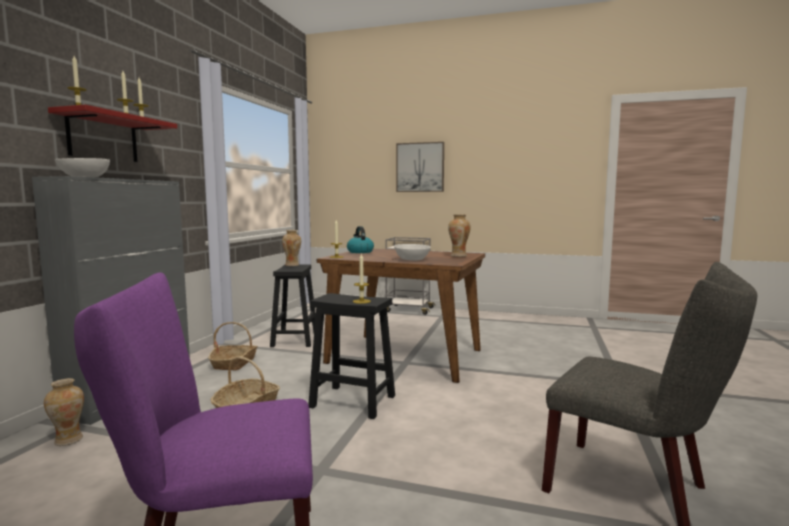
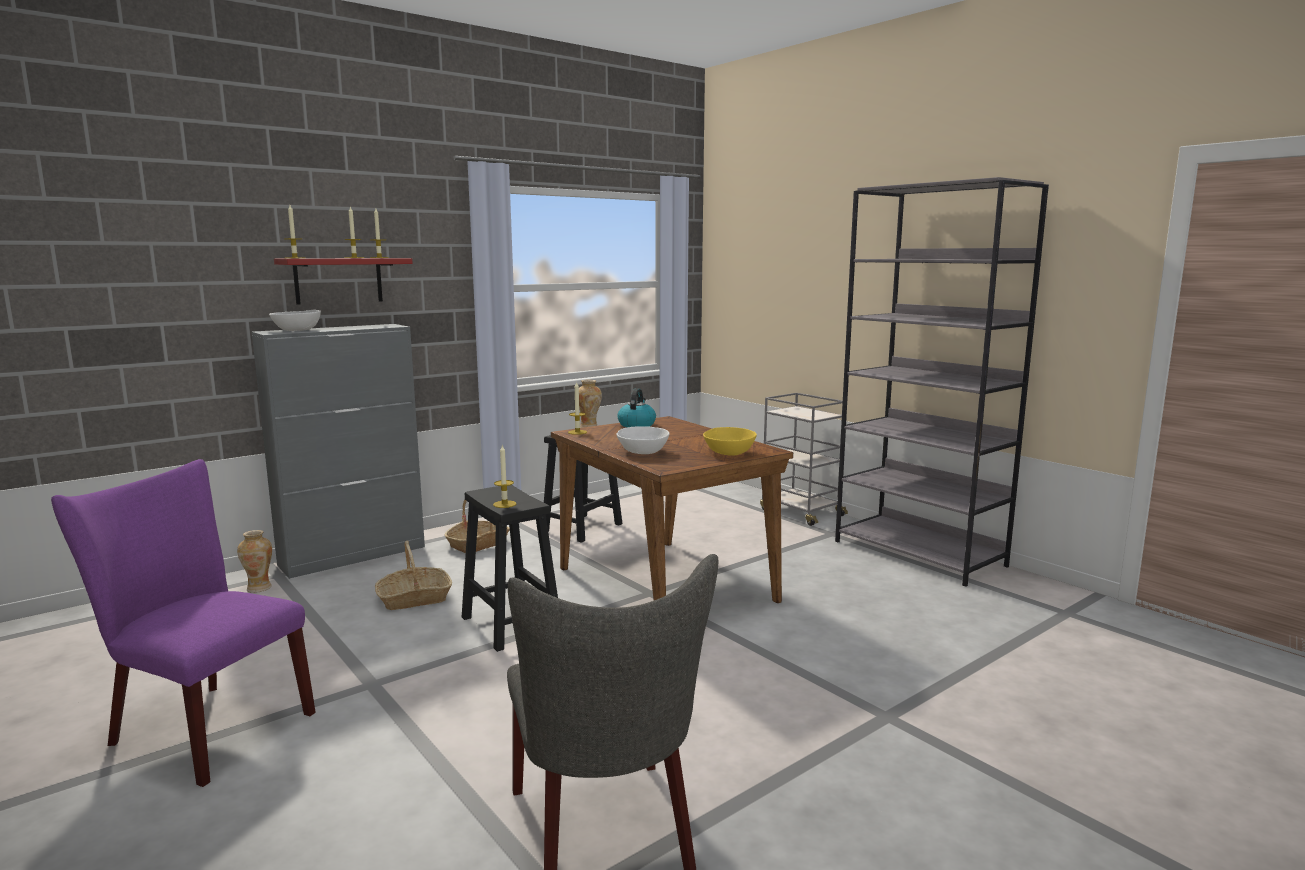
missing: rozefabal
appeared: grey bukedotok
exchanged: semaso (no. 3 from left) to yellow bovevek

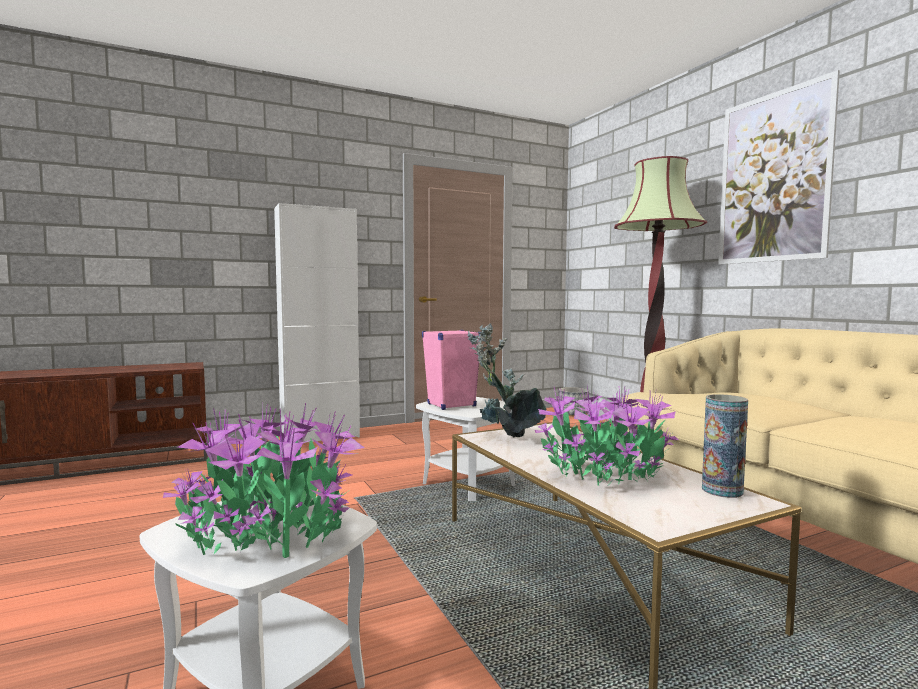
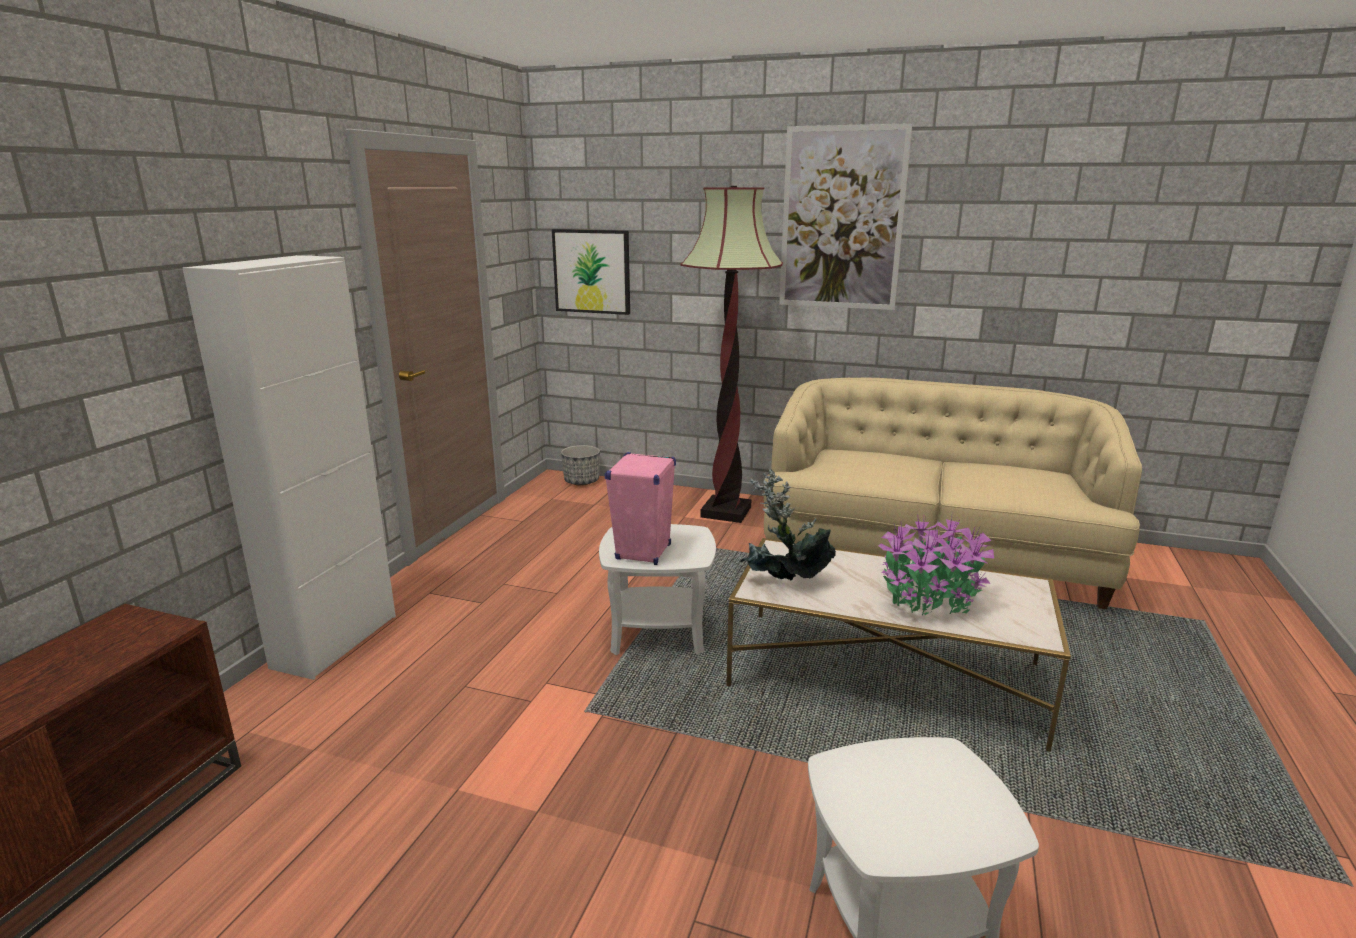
missing: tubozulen (no. 1 from left); semaso
appeared: rozefabal (no. 1 from left)

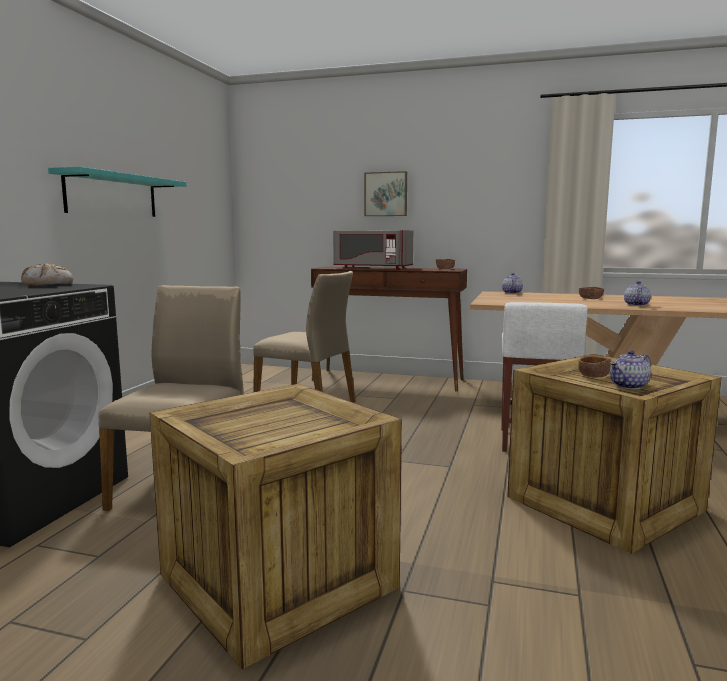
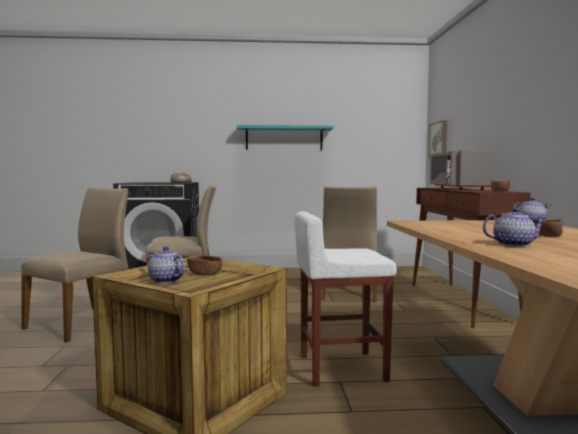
relocated: rozefabal
exchanged: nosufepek (no. 1 from left) to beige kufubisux (no. 1 from left)

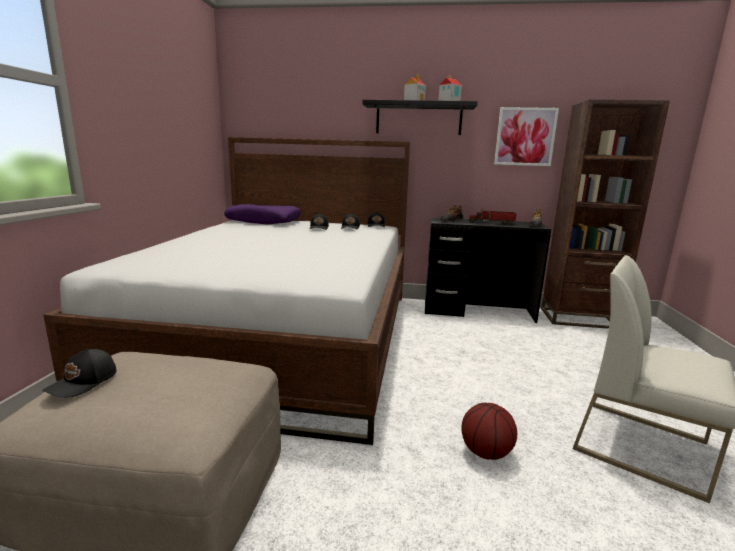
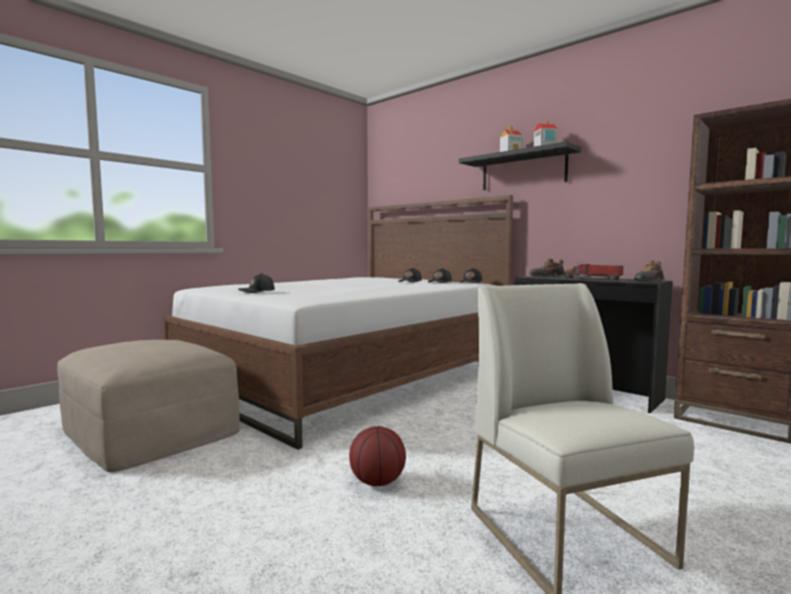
missing: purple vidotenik; rozefabal
relocated: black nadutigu (no. 1 from left)

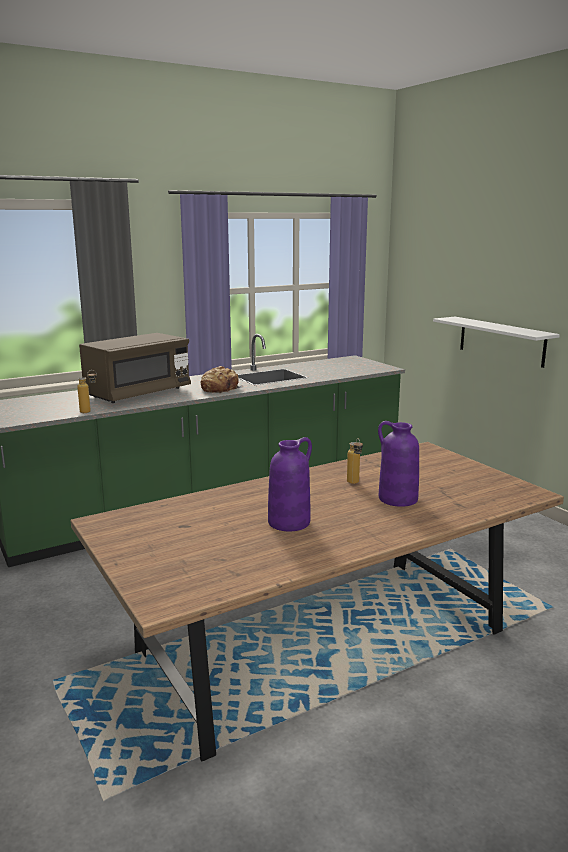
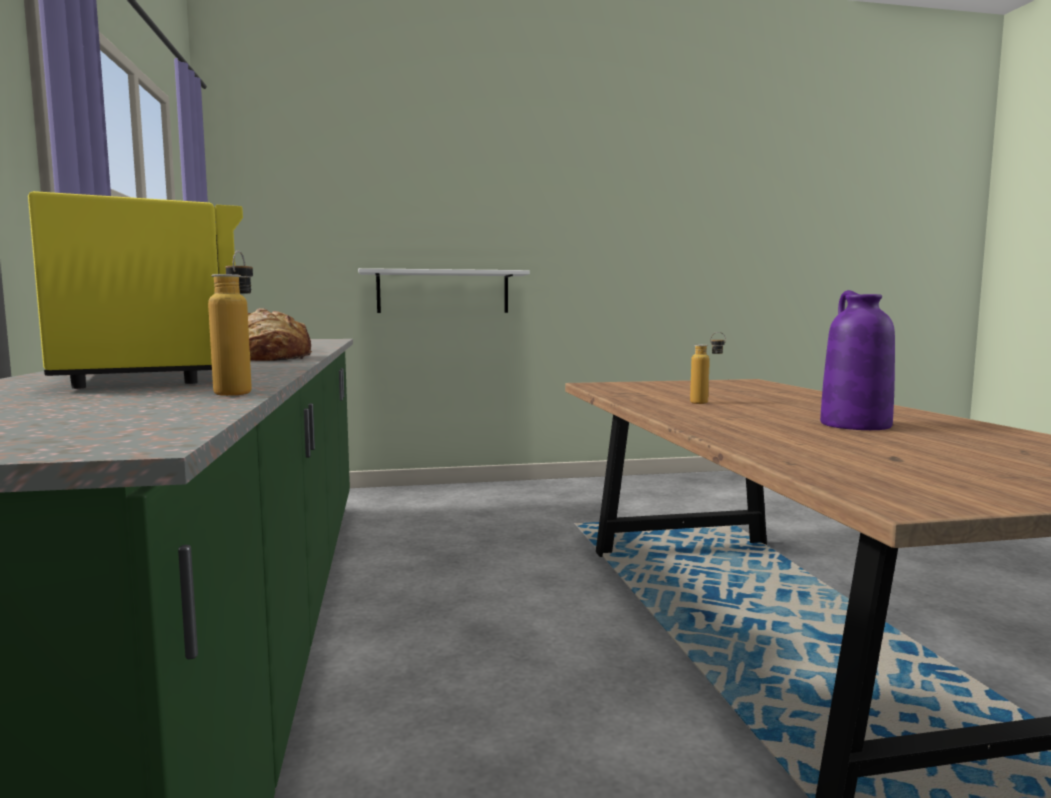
missing: purple semaso (no. 2 from left)
colour: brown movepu to yellow movepu

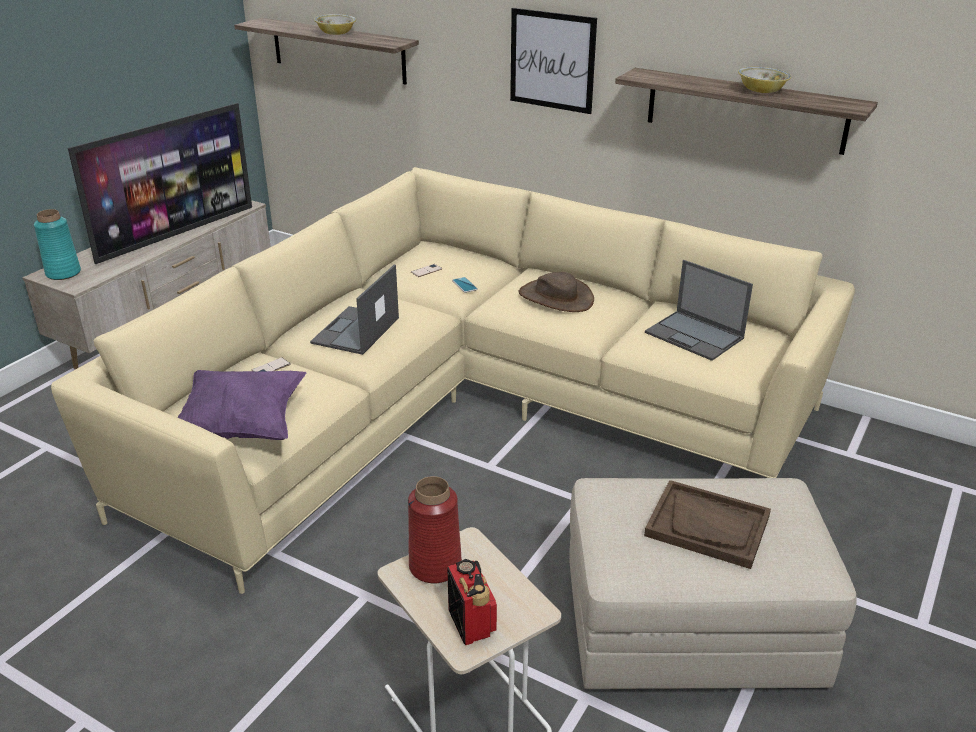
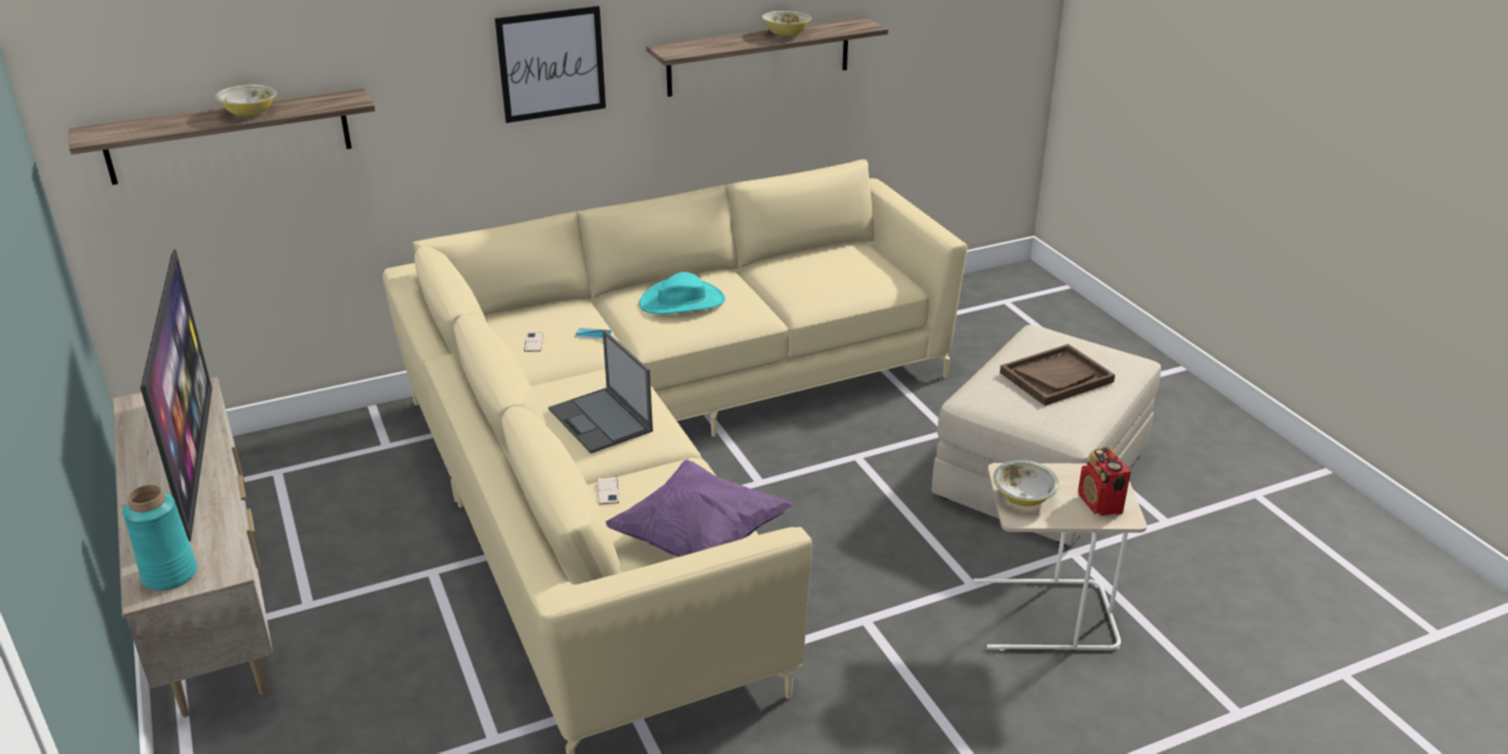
missing: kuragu (no. 2 from left)
exchanged: red semaso to bovevek (no. 3 from left)
colour: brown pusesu to turquoise pusesu
spun: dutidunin 120 degrees counterclockwise

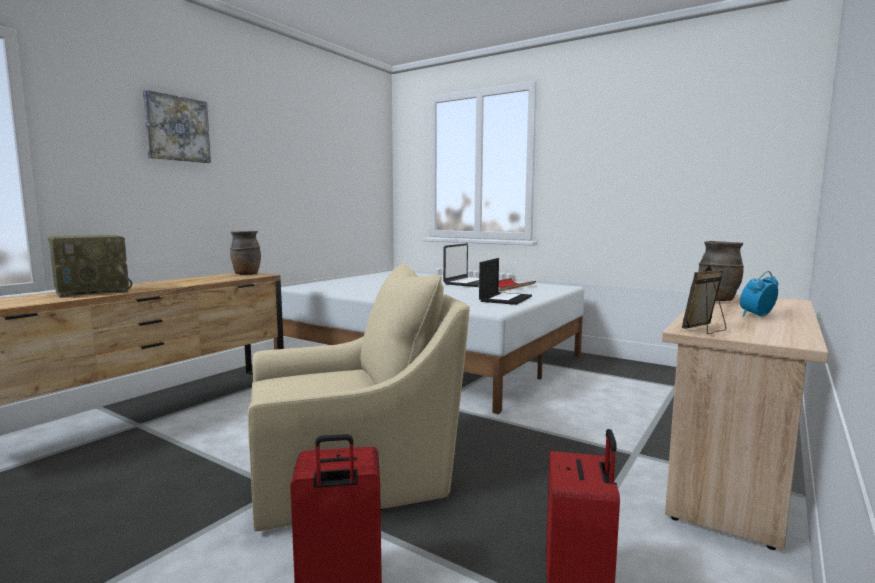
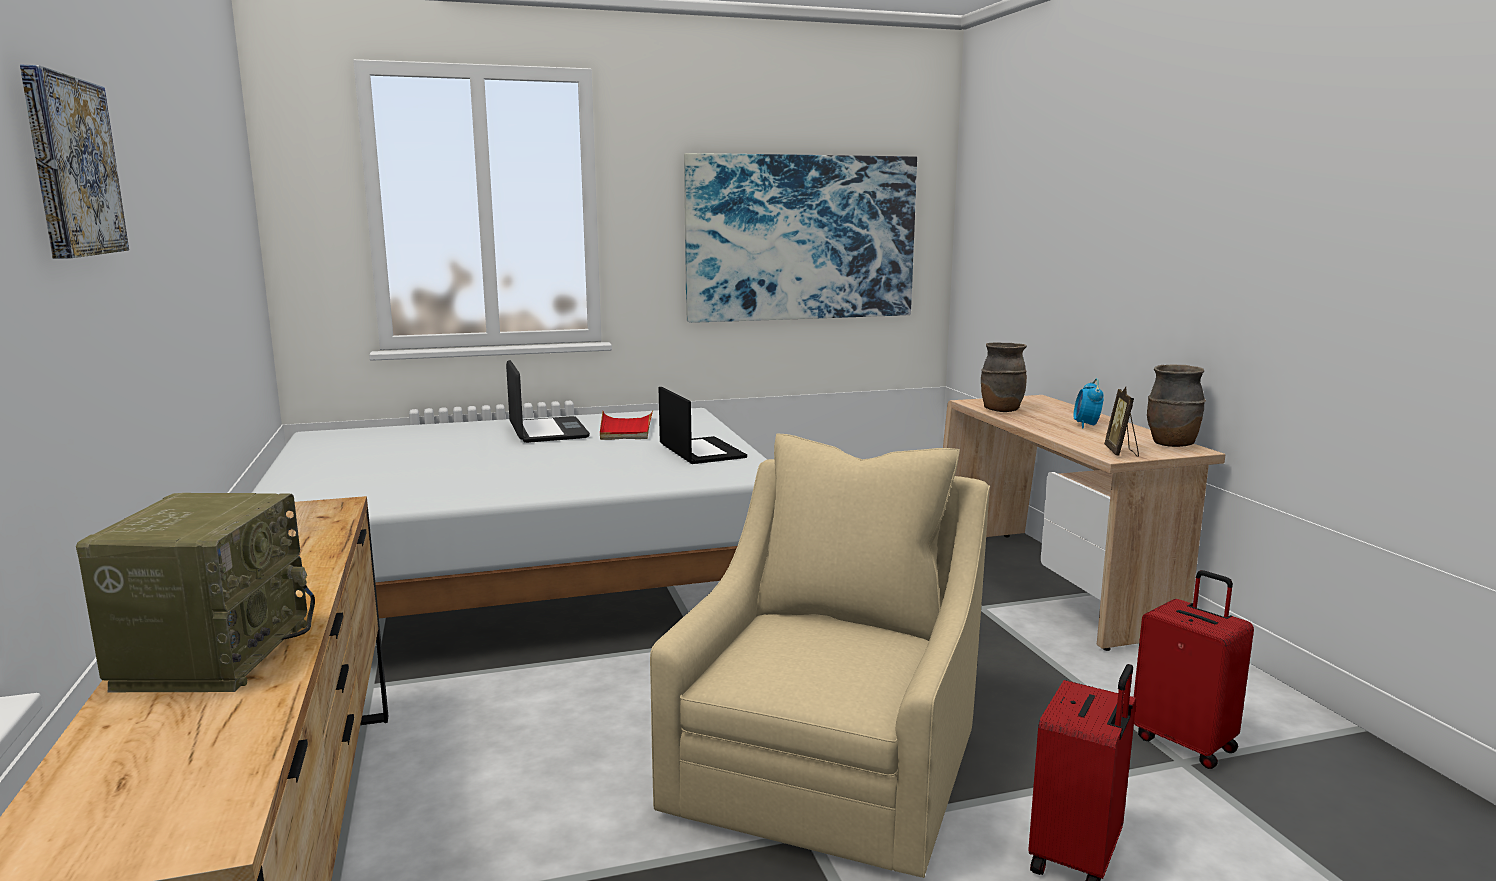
appeared: rozefabal (no. 2 from left)
relocated: brown semaso (no. 1 from left in the first image) to brown semaso (no. 2 from left)

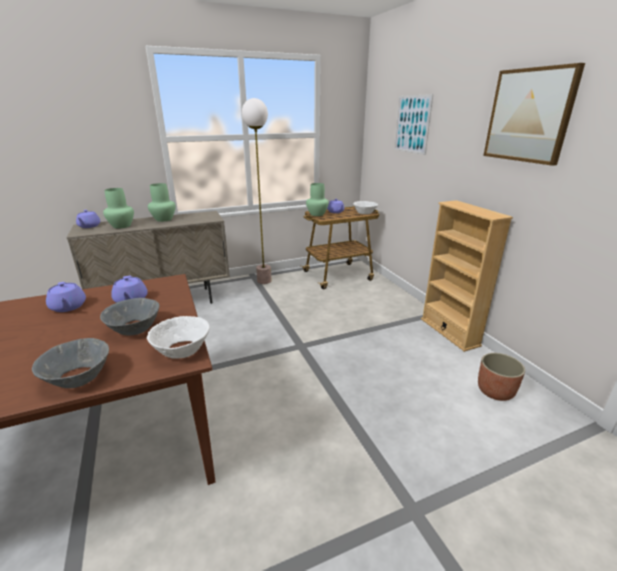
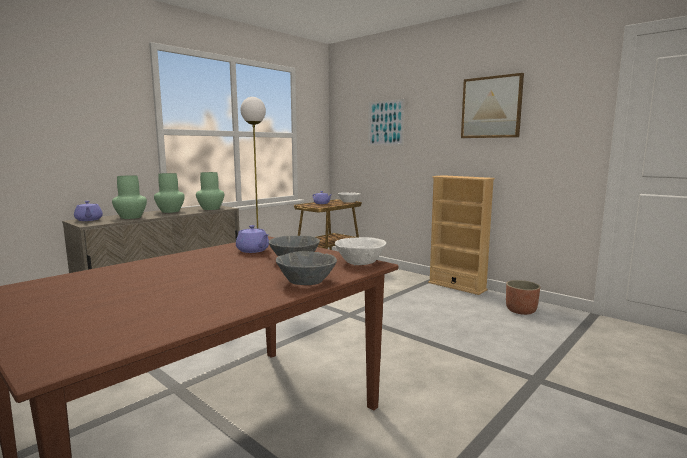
missing: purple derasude (no. 1 from left)
relocated: green semaso (no. 3 from left)

